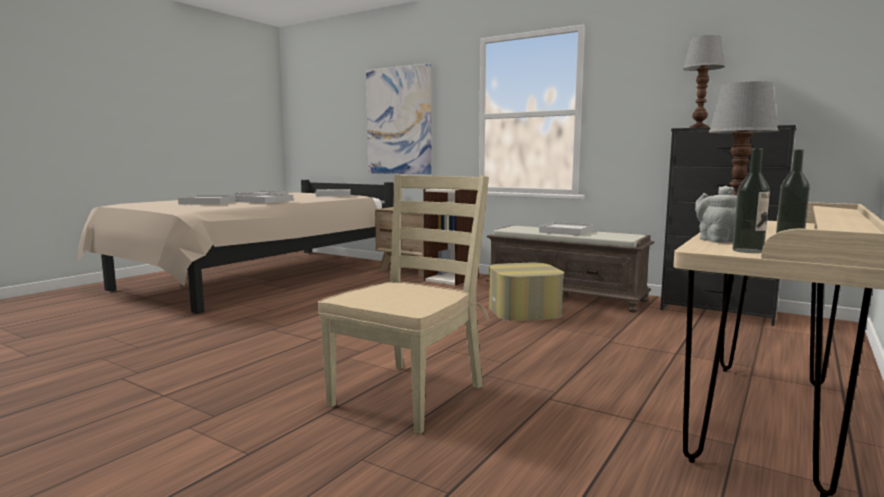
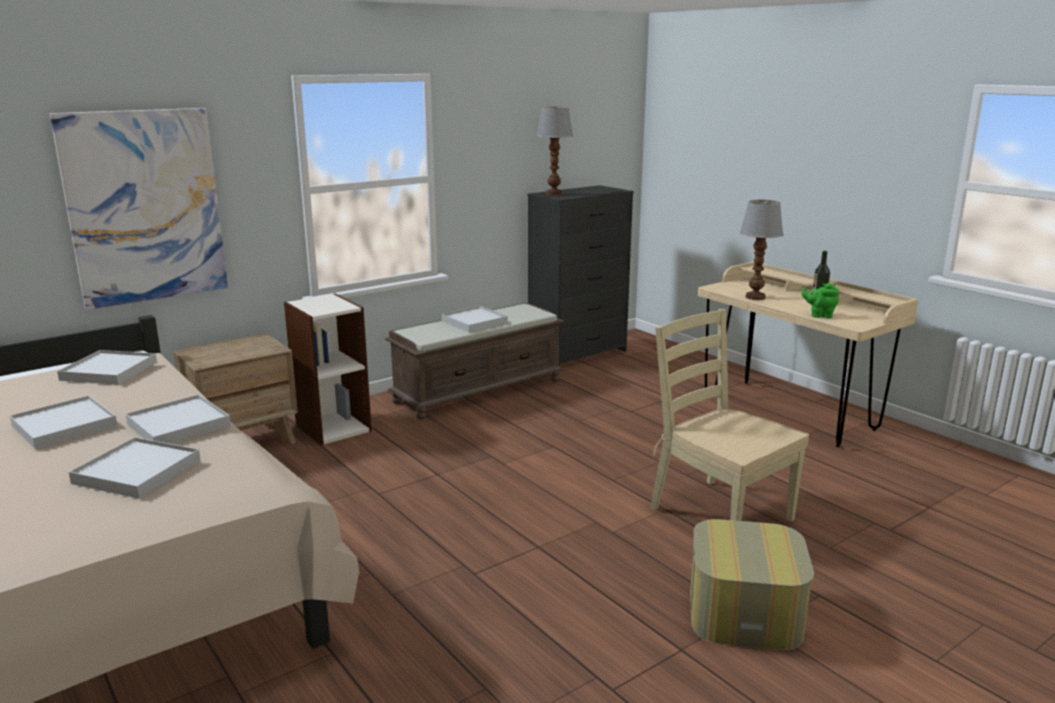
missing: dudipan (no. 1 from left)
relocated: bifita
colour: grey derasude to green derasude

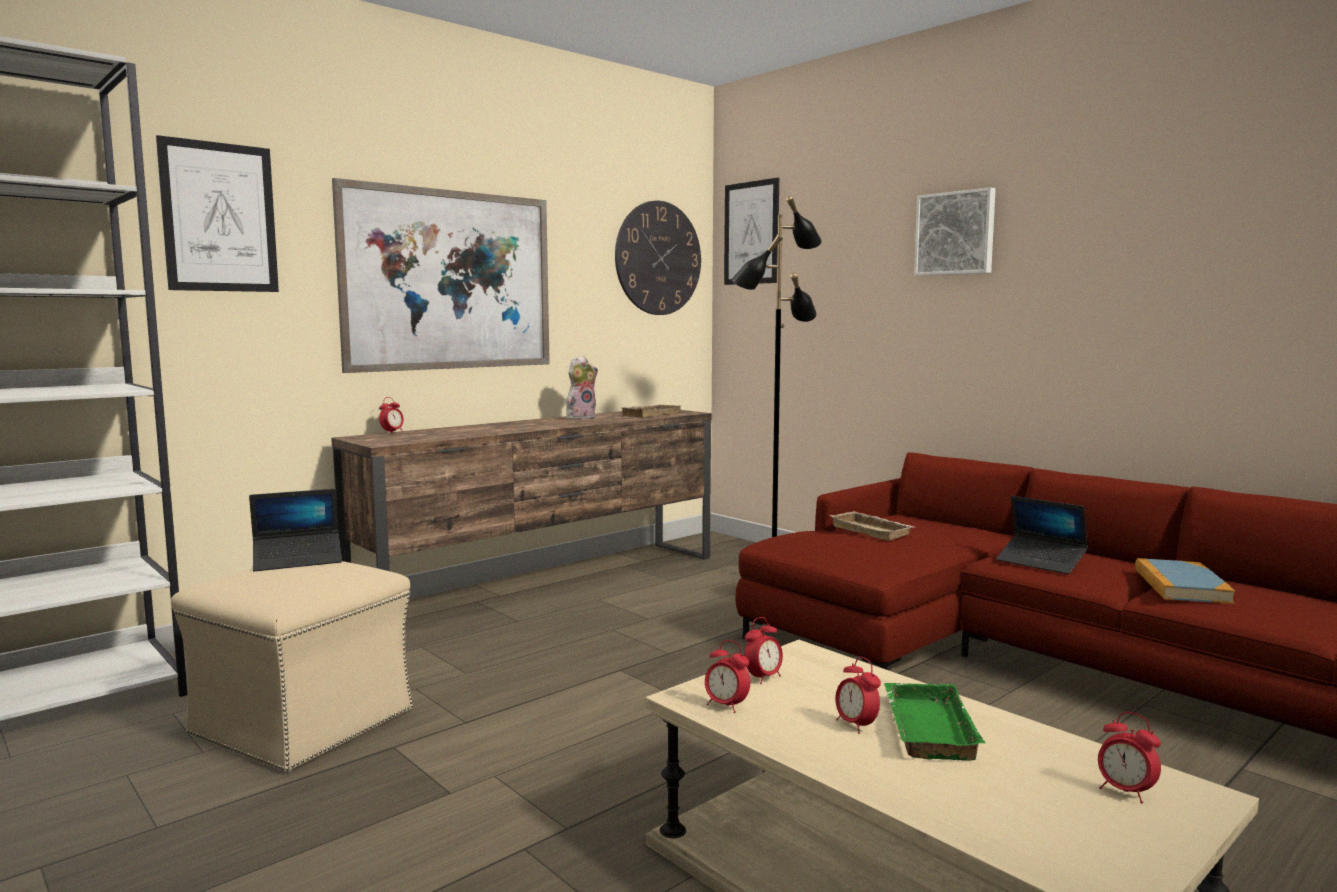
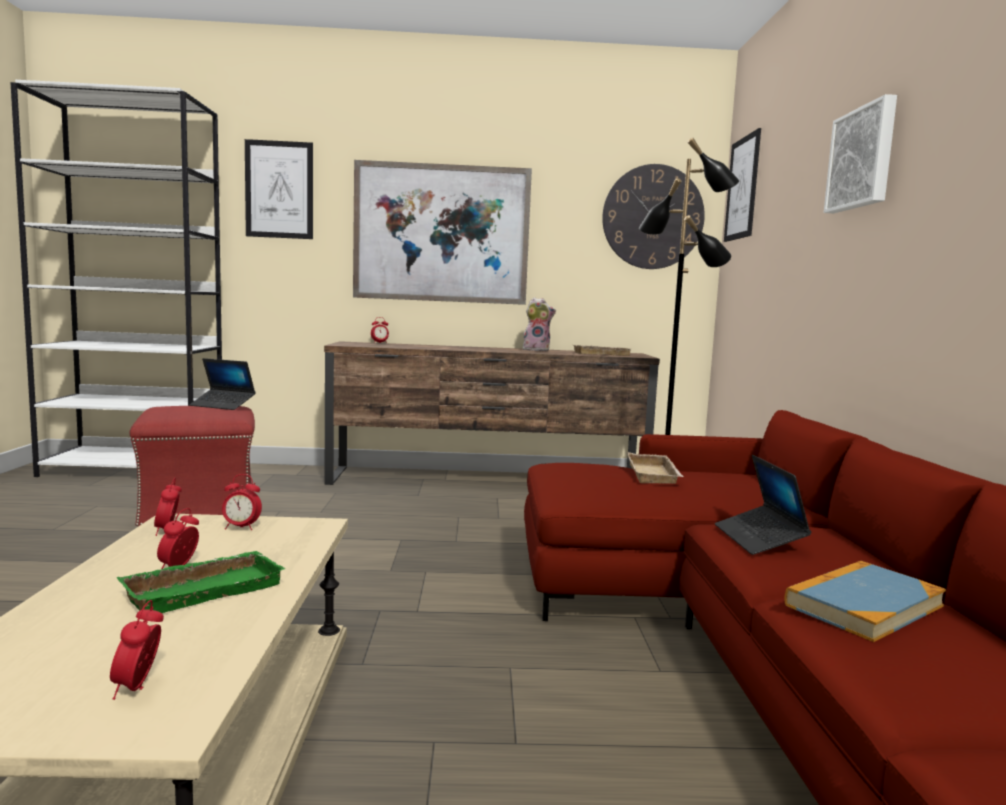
colour: beige bifita to red bifita

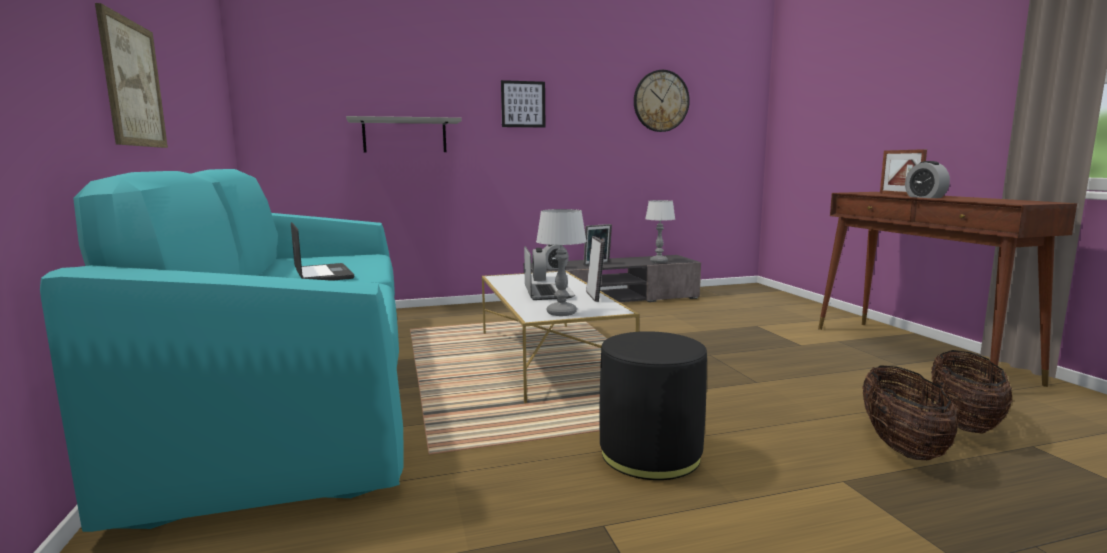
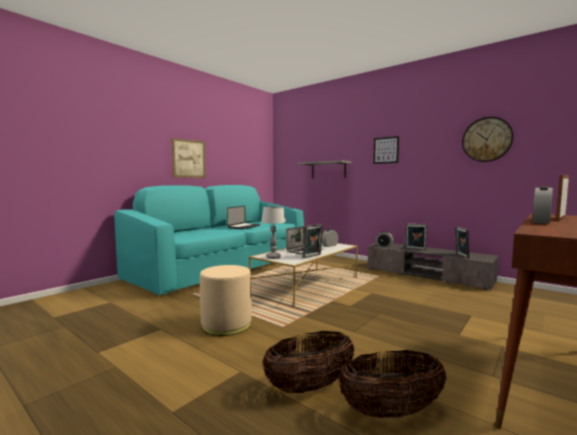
exchanged: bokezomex (no. 2 from left) to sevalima (no. 3 from left)
colour: black bifita to beige bifita

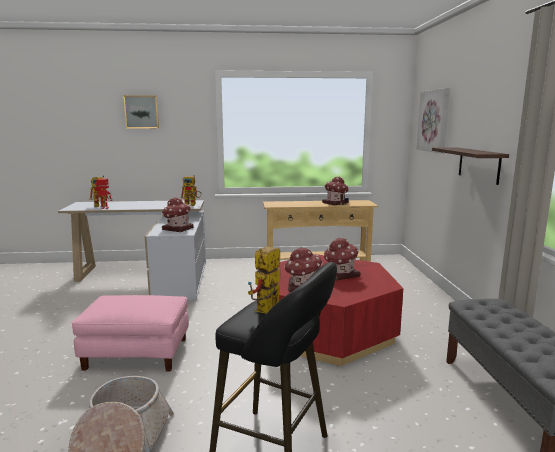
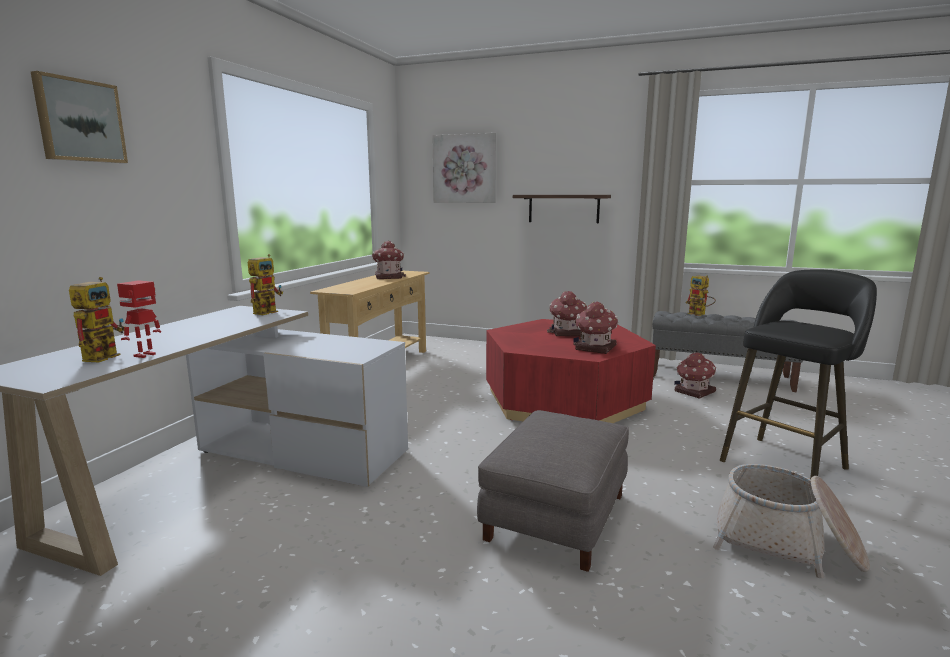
relocated: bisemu (no. 1 from left in the first image) to bisemu (no. 4 from left); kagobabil (no. 4 from left)
colour: pink bifita to grey bifita

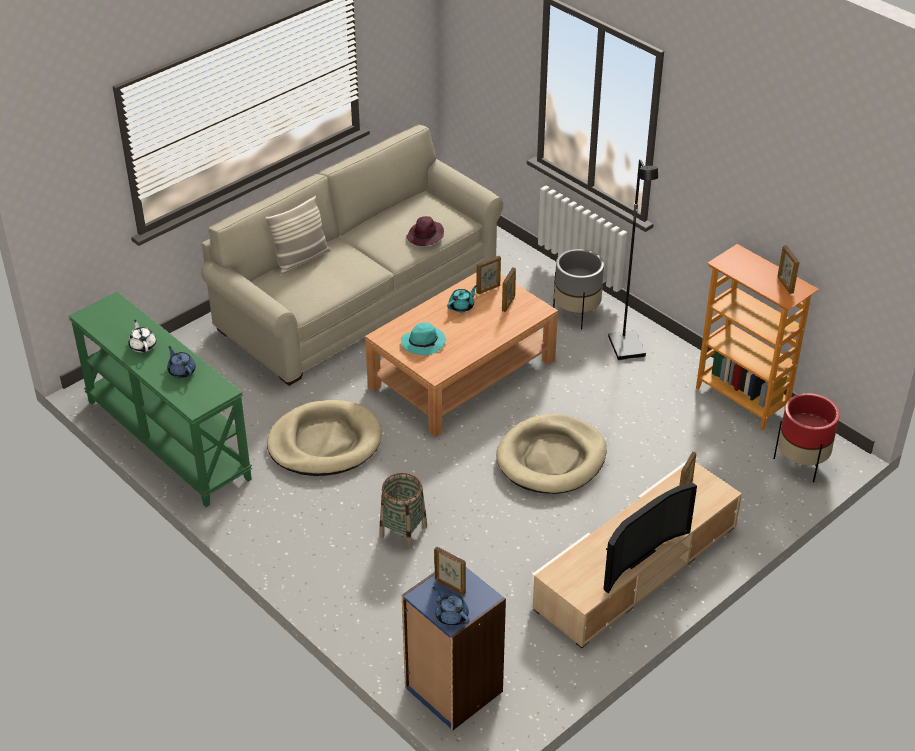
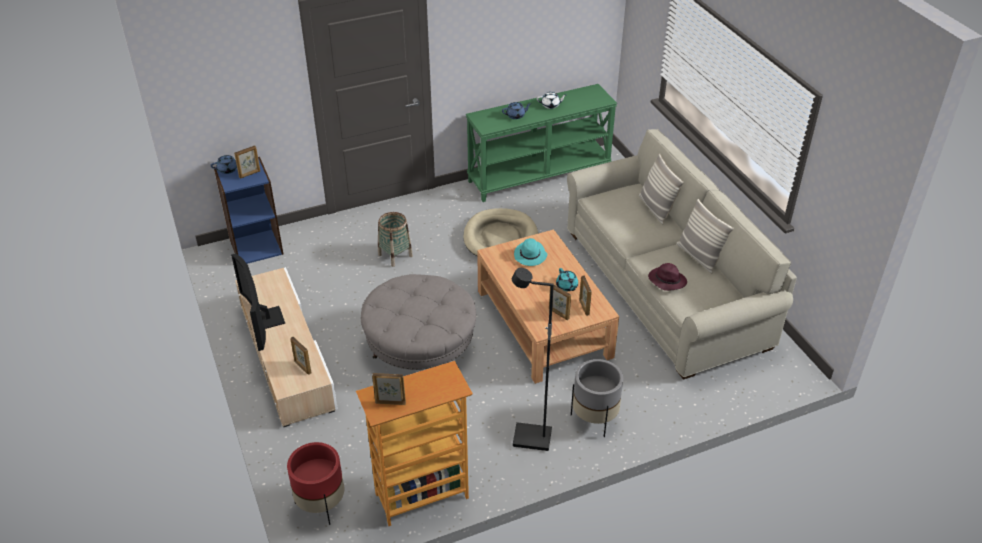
appeared: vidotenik (no. 2 from left)
exchanged: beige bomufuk (no. 2 from left) to grey bifita

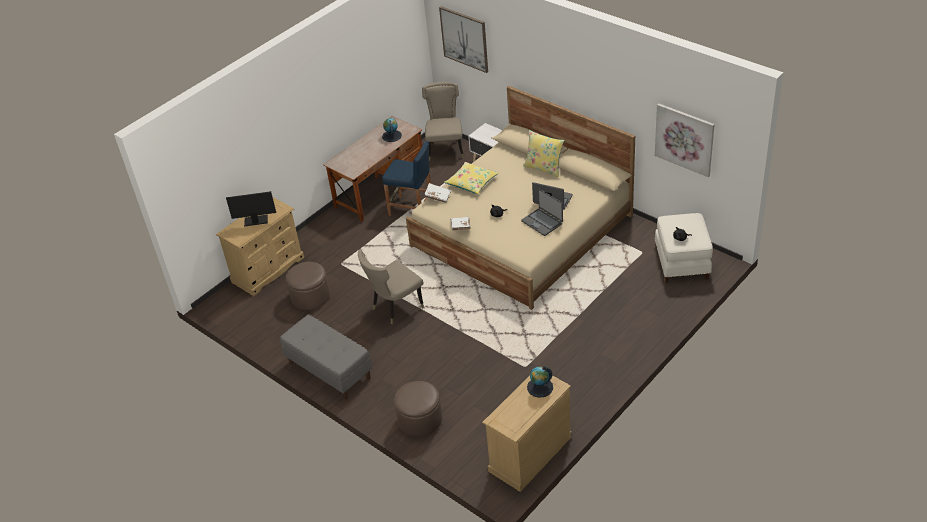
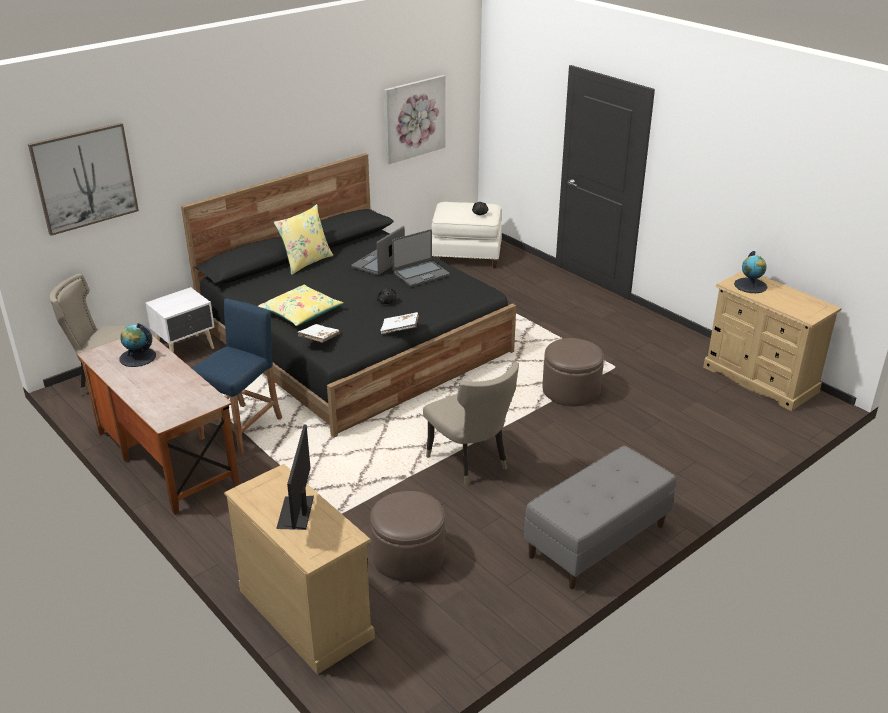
relocated: brown bifita (no. 2 from left)
colour: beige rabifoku to black rabifoku

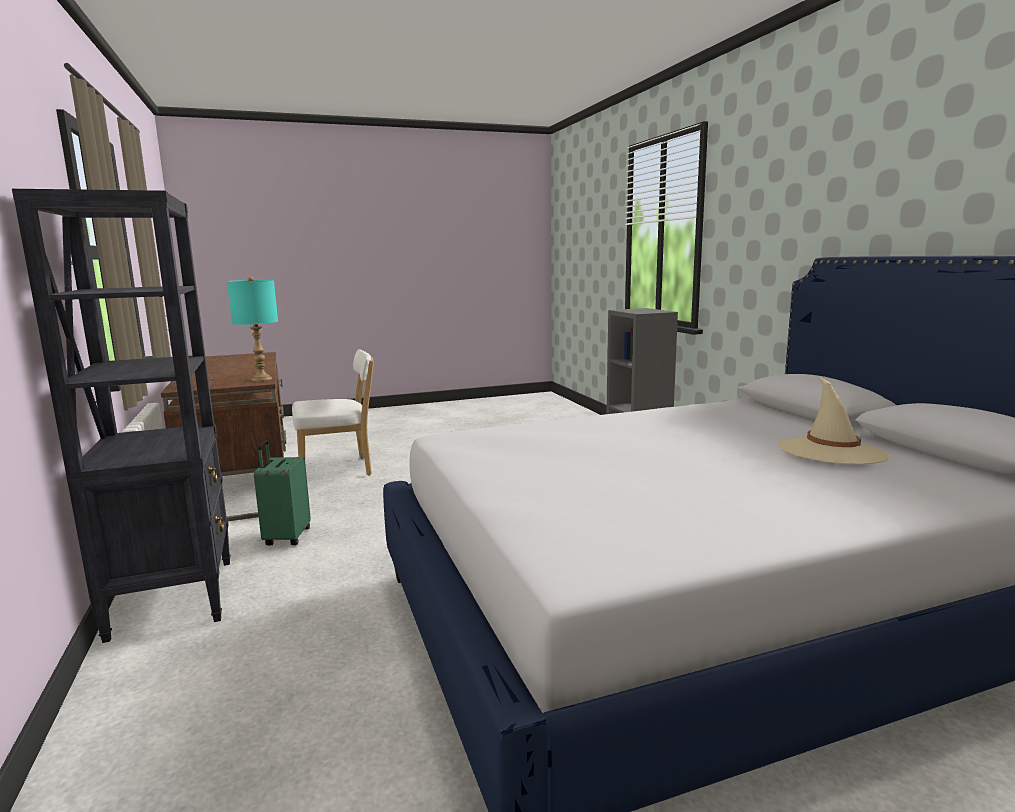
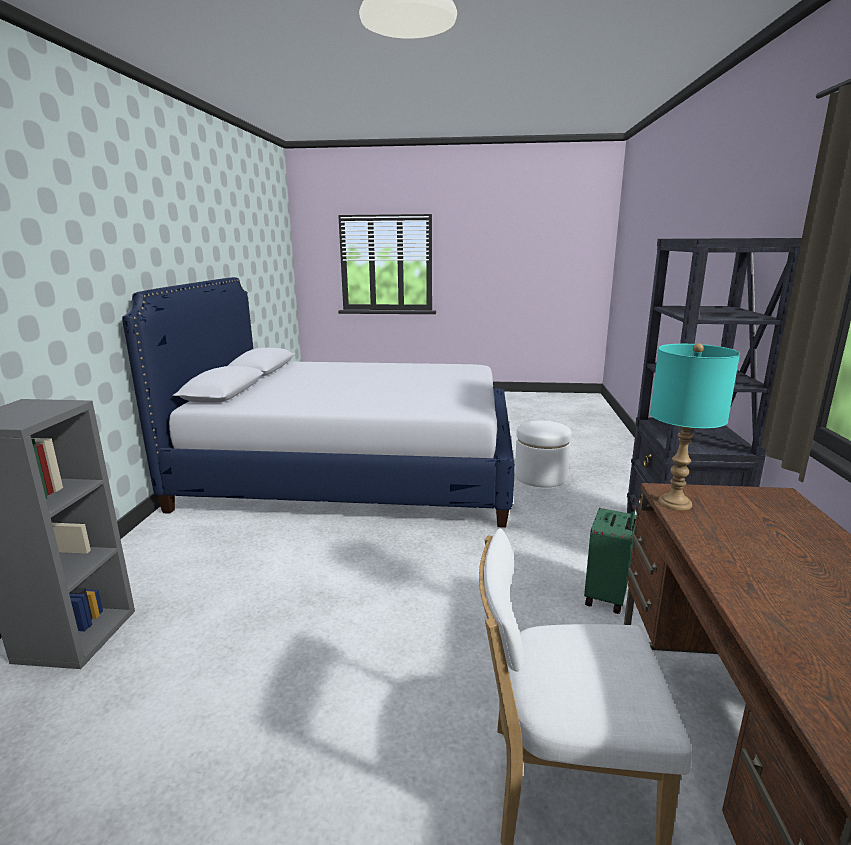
missing: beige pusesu
appeared: white bifita

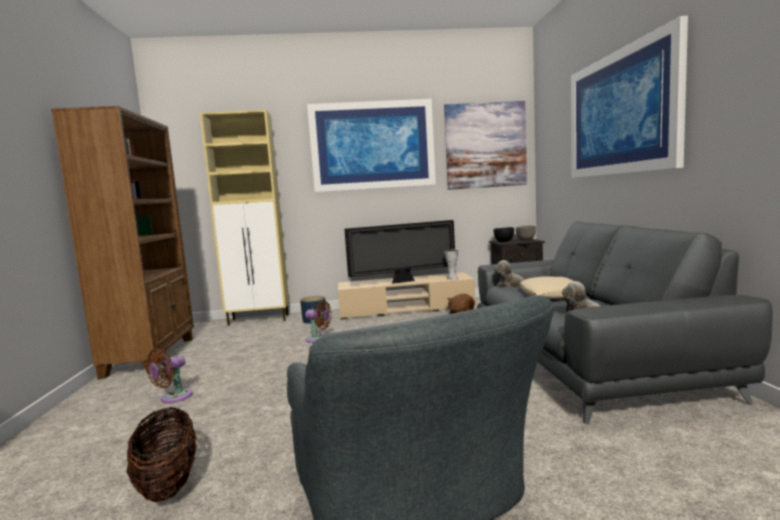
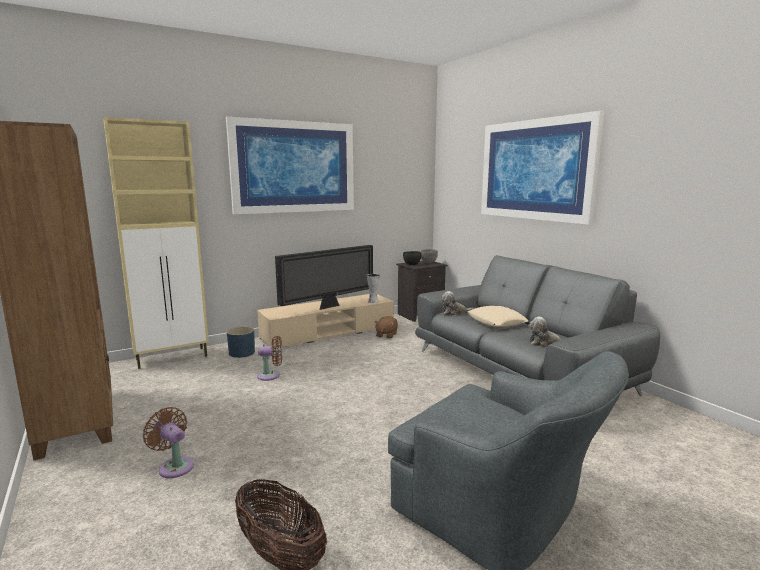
missing: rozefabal (no. 2 from left)
spun: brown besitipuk (no. 1 from left) 120 degrees clockwise

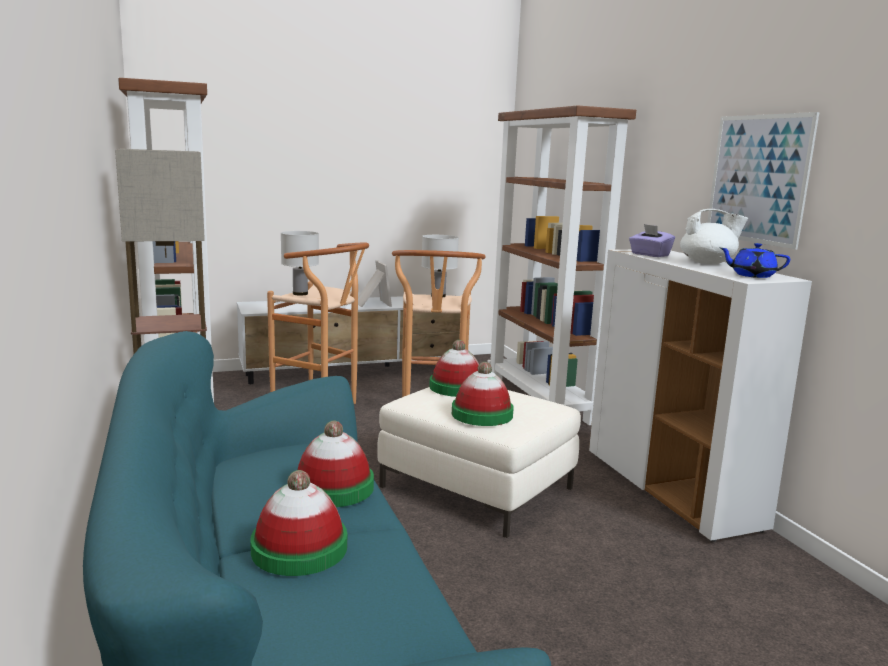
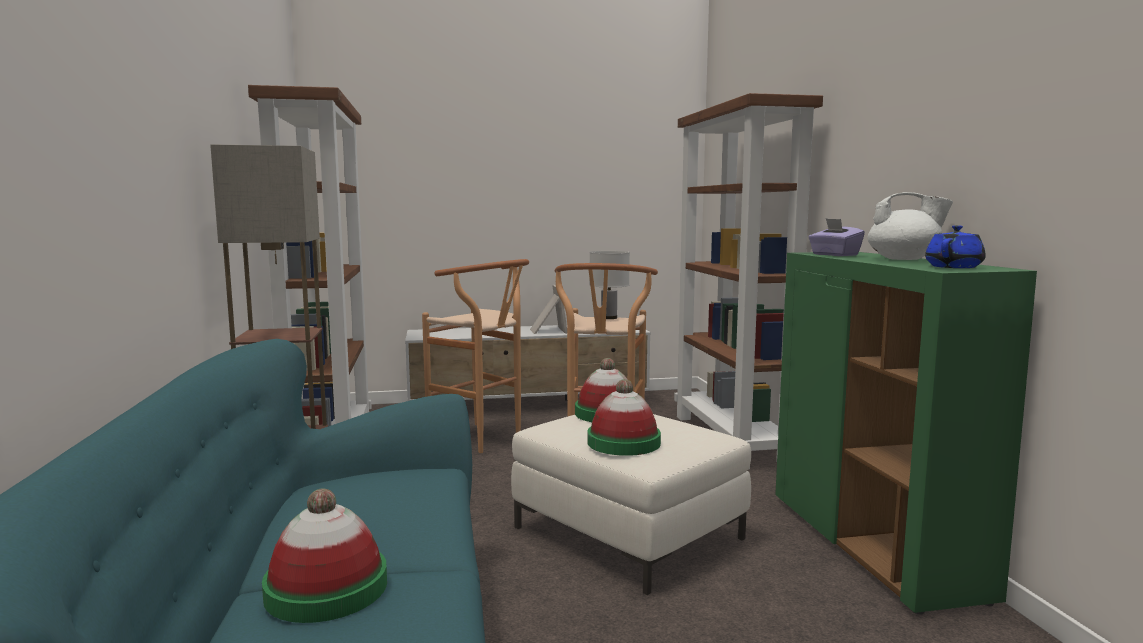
missing: white bokezomex (no. 1 from left); pusesu (no. 2 from left); rozefabal
colour: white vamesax to green vamesax
spun: blue derasude 105 degrees clockwise

